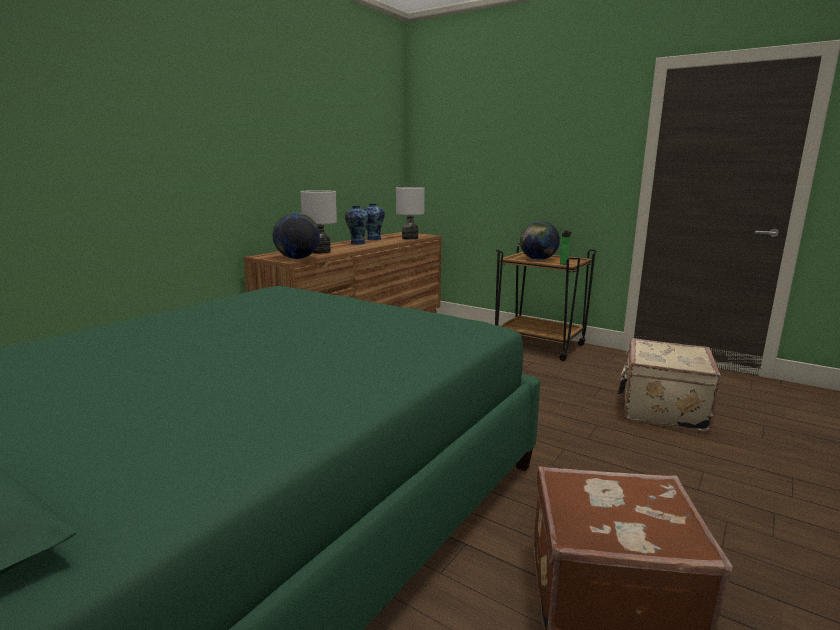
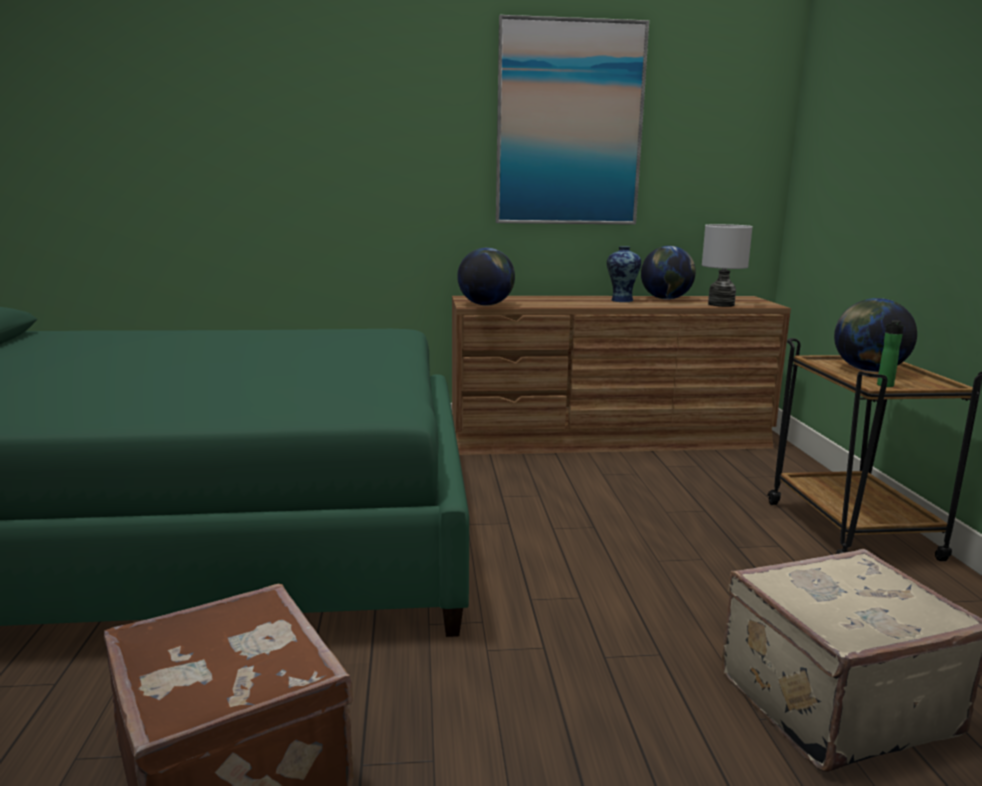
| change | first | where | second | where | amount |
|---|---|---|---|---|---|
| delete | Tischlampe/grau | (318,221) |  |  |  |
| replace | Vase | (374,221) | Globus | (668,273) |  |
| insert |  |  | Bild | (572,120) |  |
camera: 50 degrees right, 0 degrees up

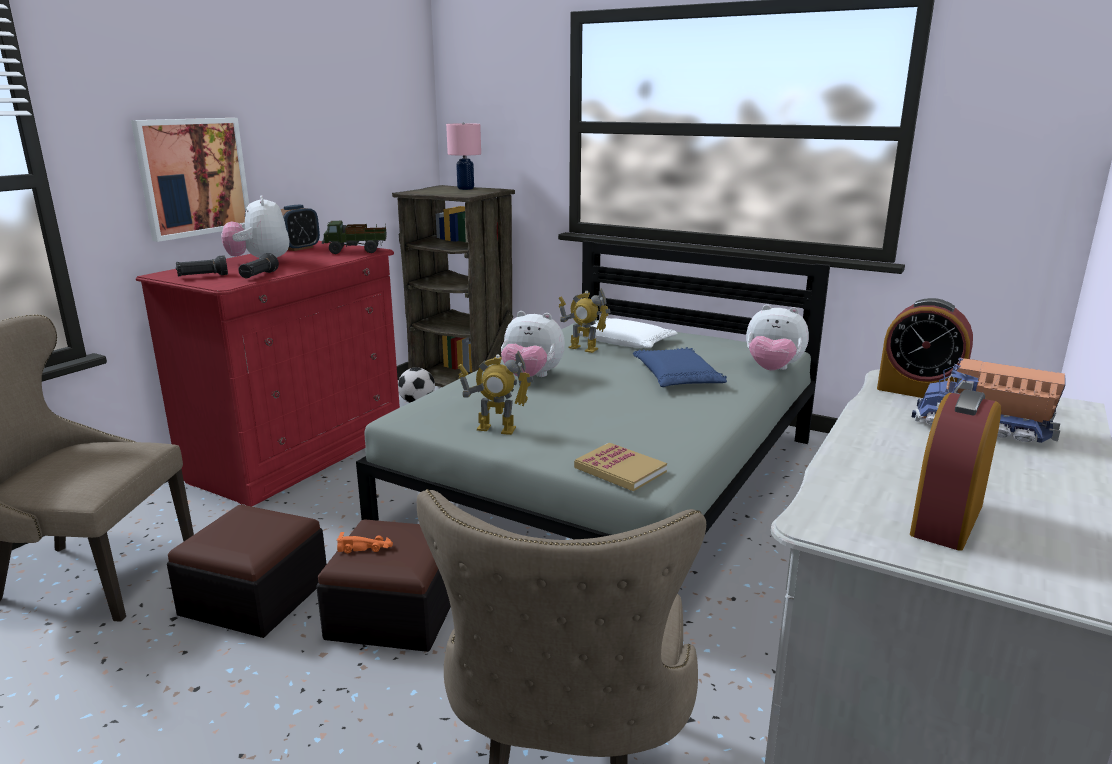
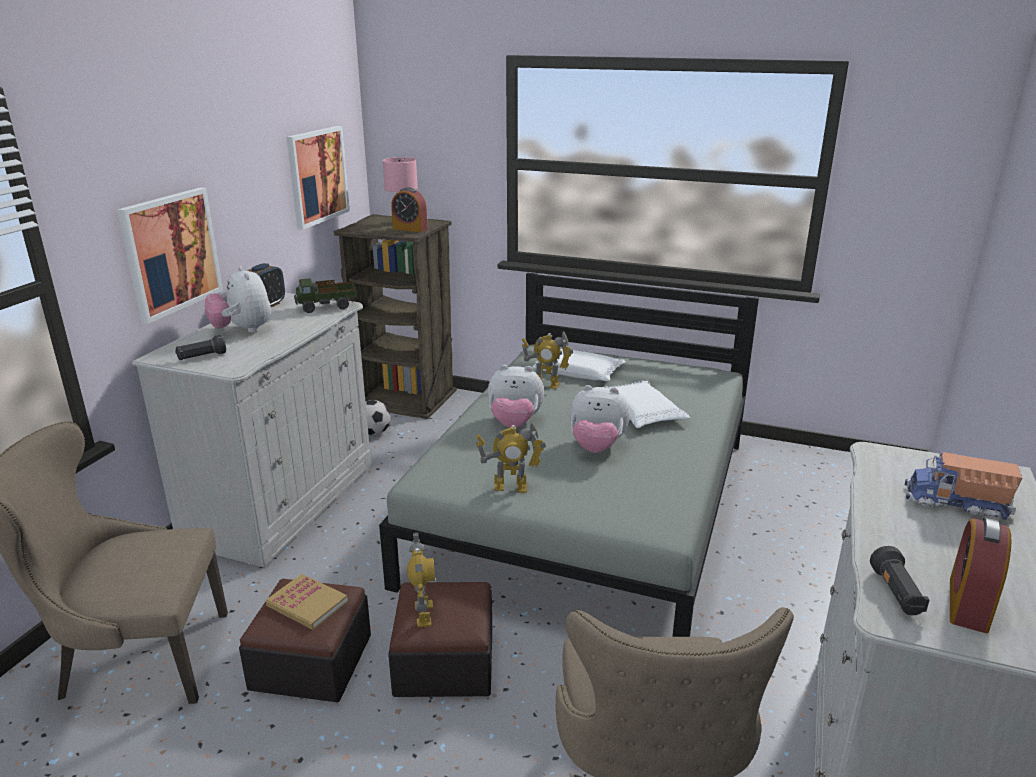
| change | first | where | second | where | amount |
|---|---|---|---|---|---|
| recolor | Kommode/rot | (268,374) | Kommode/weiß | (251,430) |  |
| move | Taschenlampe/schwarz | (258,265) |  | (899,580) |  |
| move | Wecker | (925,348) |  | (409,209) |  |
| move | Plüschtier | (777,337) |  | (600,419) |  |
| recolor | Kissen/blau | (680,367) | Kissen/weiß | (647,404) |  |
| move | Buch | (620,467) |  | (307,602) |  |
| replace | Spielzeugauto/orange | (365,542) | Spielzeugroboter | (421,580) |  |
| insert |  |  | Bild | (318,178) |  |
camera: 10 degrees left, 5 degrees up

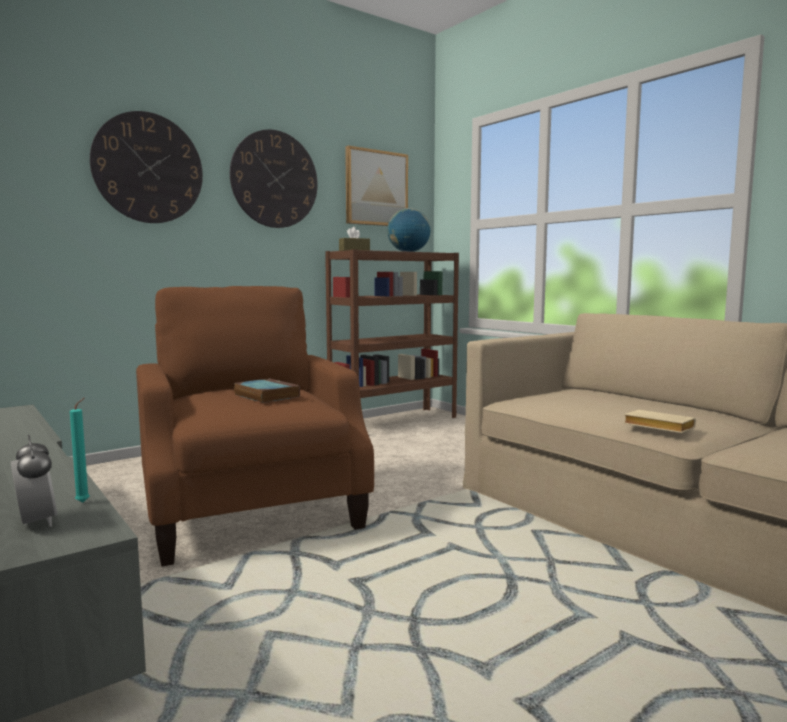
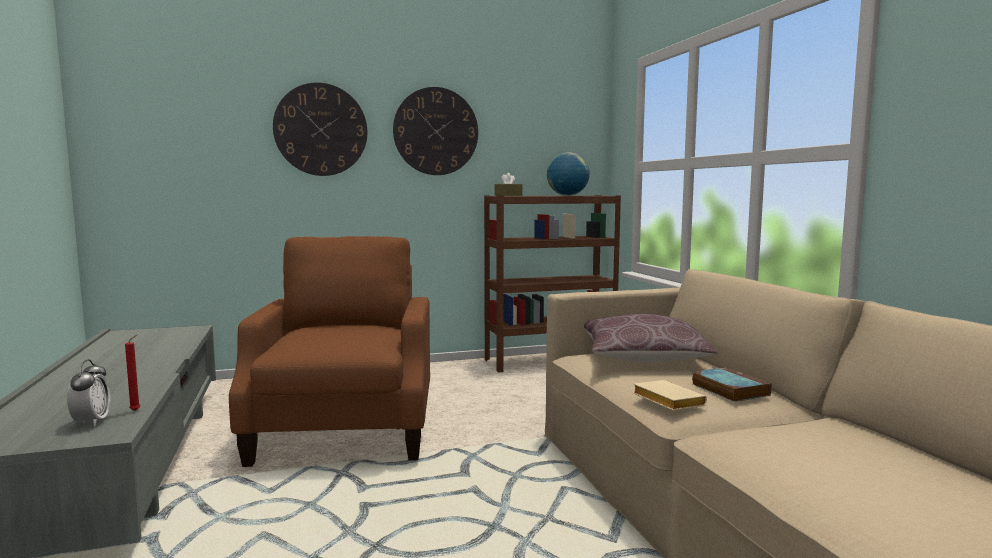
| change | first | where | second | where | amount |
|---|---|---|---|---|---|
| delete | Bild | (376,186) |  |  |  |
| move | Buch | (267,390) |  | (732,384) |  |
| recolor | Kerze/türkis | (79,450) | Kerze/rot | (132,372) |  |
| insert |  |  | Kissen/braun | (650,338) |  |
camera: 20 degrees right, 0 degrees up

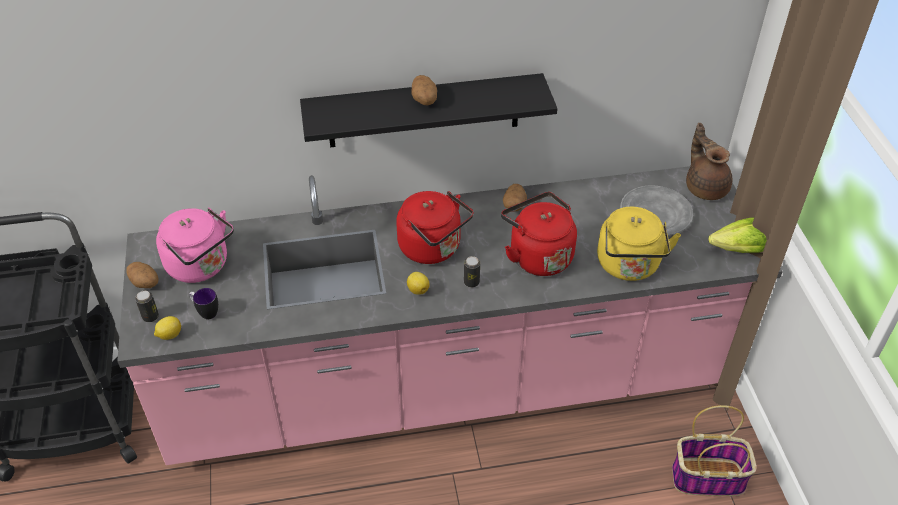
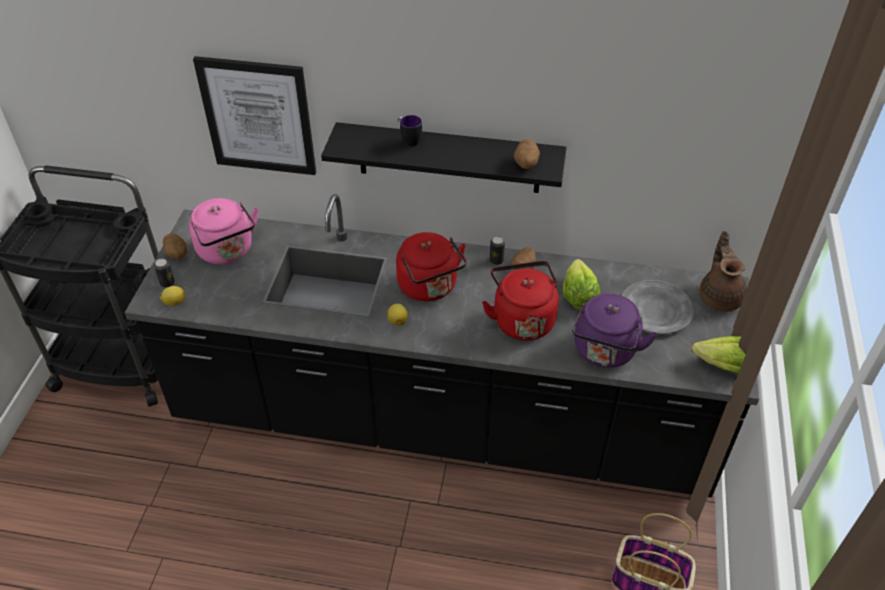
| change | first | where | second | where | amount |
|---|---|---|---|---|---|
| move | Kartoffel | (424,90) |  | (527,154) |  |
| recolor | Küchenzeile/rosa | (450,315) | Küchenzeile/schwarz | (442,346) |  |
| recolor | Wasserkessel/gelb | (639,244) | Wasserkessel/lila | (615,330) |  |
| move | Dose | (472,271) |  | (497,250) |  |
| move | Henkelbecher | (203,303) |  | (410,131) |  |
| insert |  |  | Bild | (254,115) |  |
| insert |  |  | Salatkopf | (581,284) |  |
camera: 20 degrees right, 0 degrees up

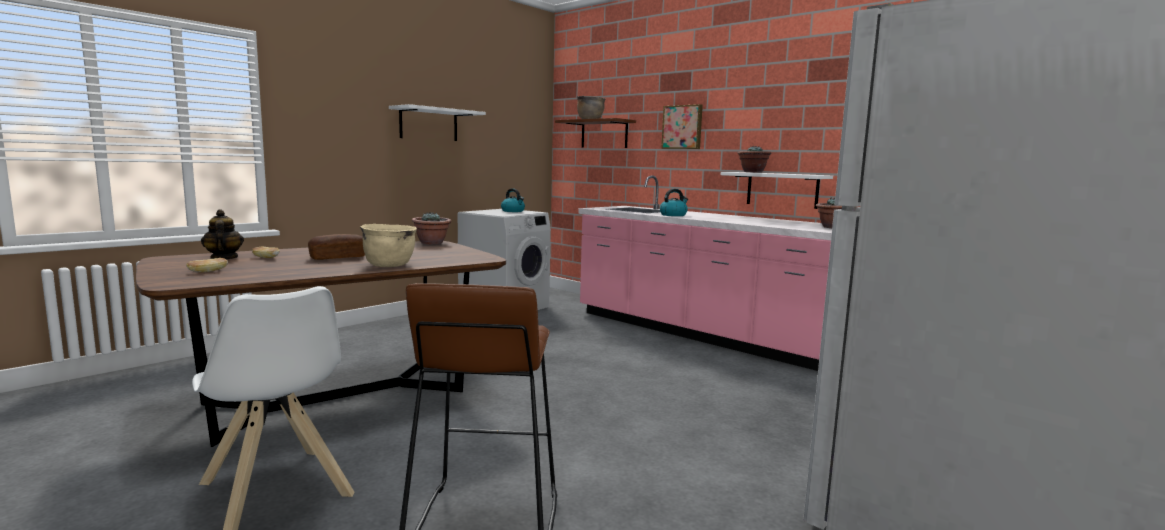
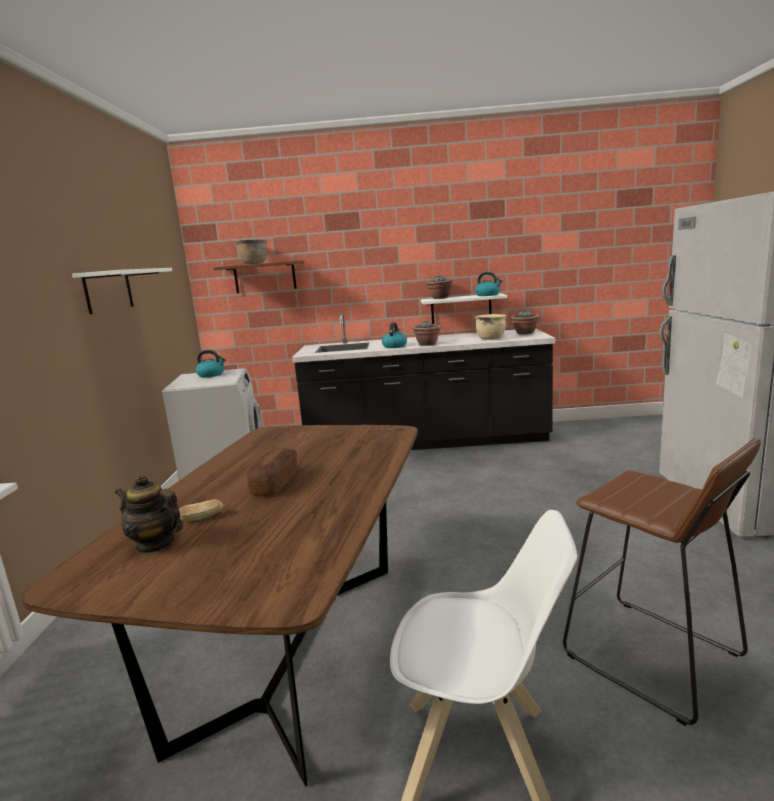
| change | first | where | second | where | amount |
|---|---|---|---|---|---|
| delete | Bild | (682,126) |  |  |  |
| recolor | Küchenzeile/rosa | (705,273) | Küchenzeile/schwarz | (423,381) |  |
| move | Topfpflanze | (432,228) |  | (426,333) |  |
| move | Kochtopf/beige | (388,245) |  | (490,327) |  |
| delete | Brot | (207,265) |  |  |  |
| insert |  |  | Wasserkessel | (488,284) |  |
camera: 40 degrees left, 5 degrees up

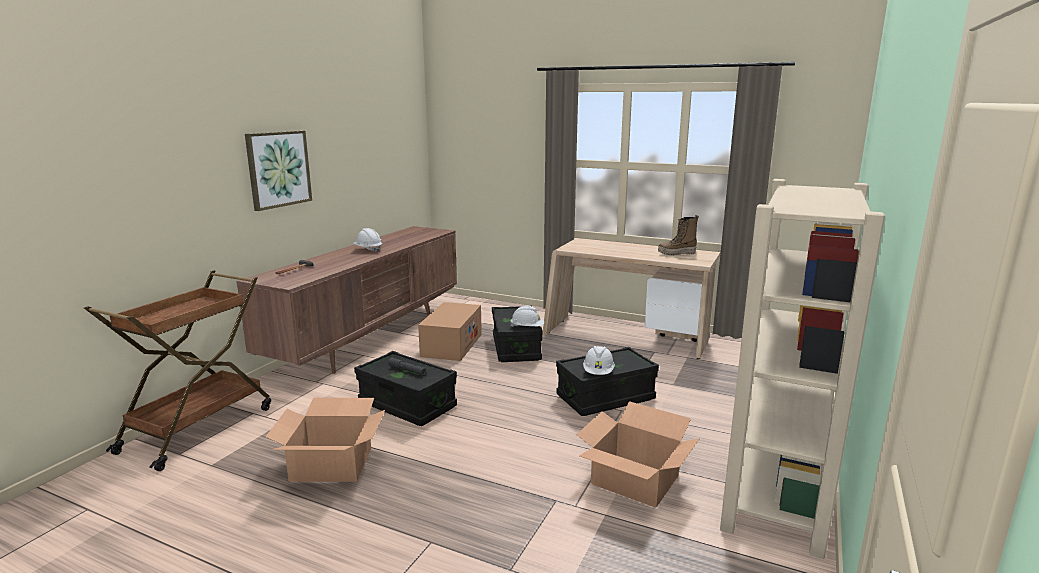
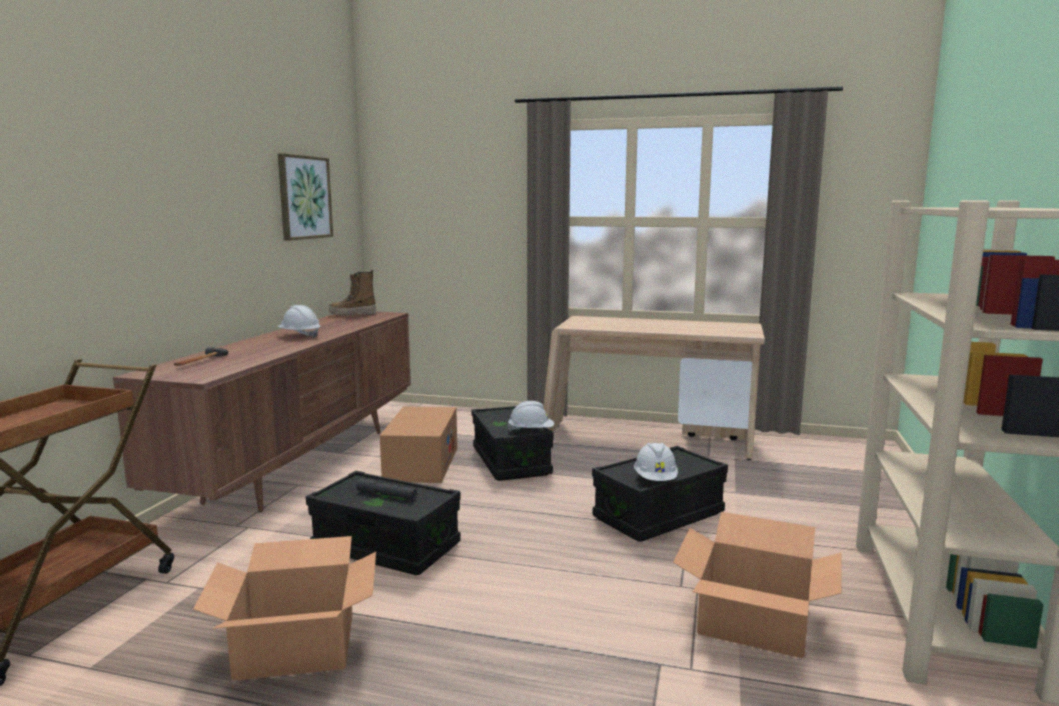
| change | first | where | second | where | amount |
|---|---|---|---|---|---|
| move | Bild | (278,170) |  | (305,197) |  |
| move | Stiefel | (678,235) |  | (352,292) |  |
camera: 10 degrees left, 5 degrees down

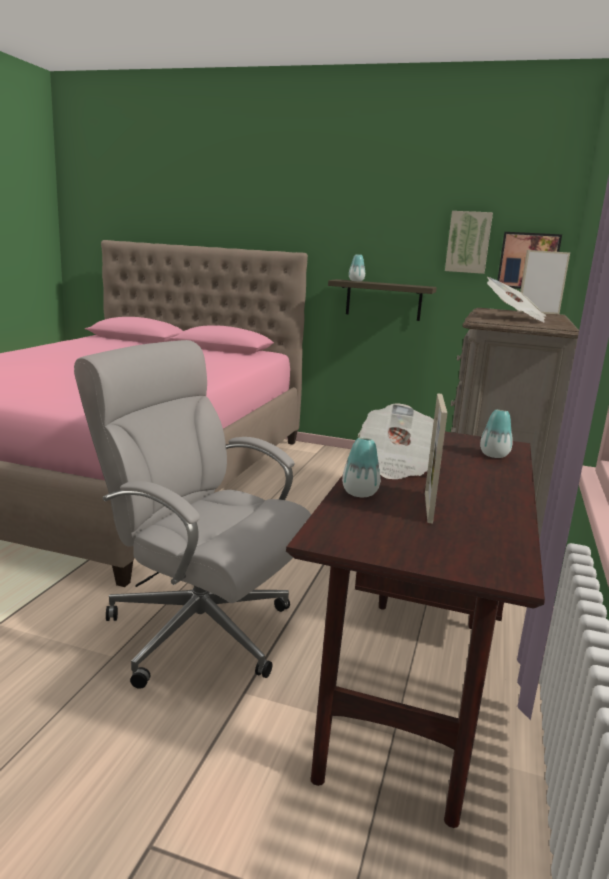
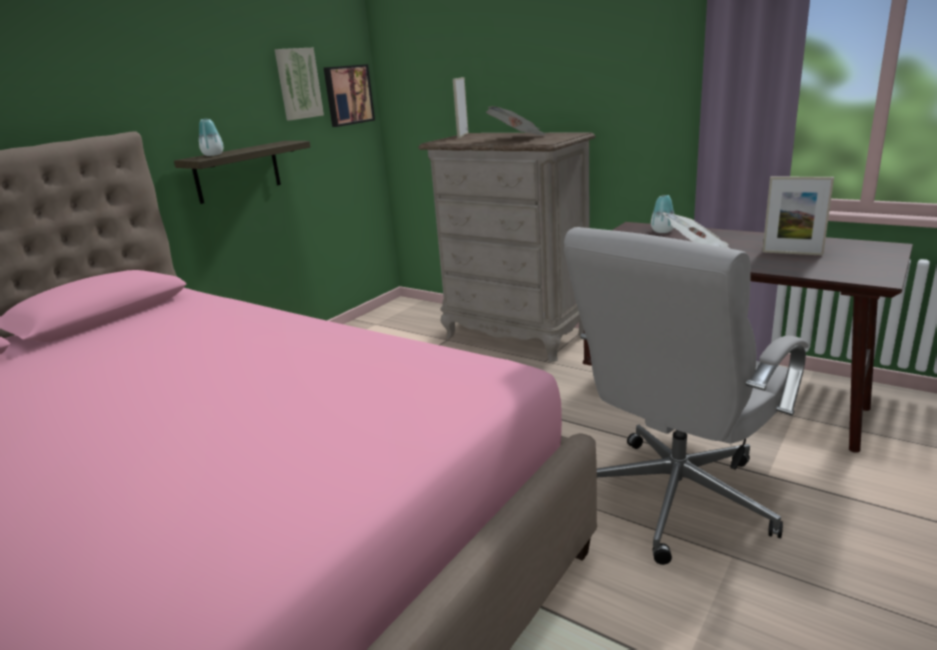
| change | first | where | second | where | amount |
|---|---|---|---|---|---|
| delete | Vase | (361,467) |  |  |  |
camera: 70 degrees left, 5 degrees up

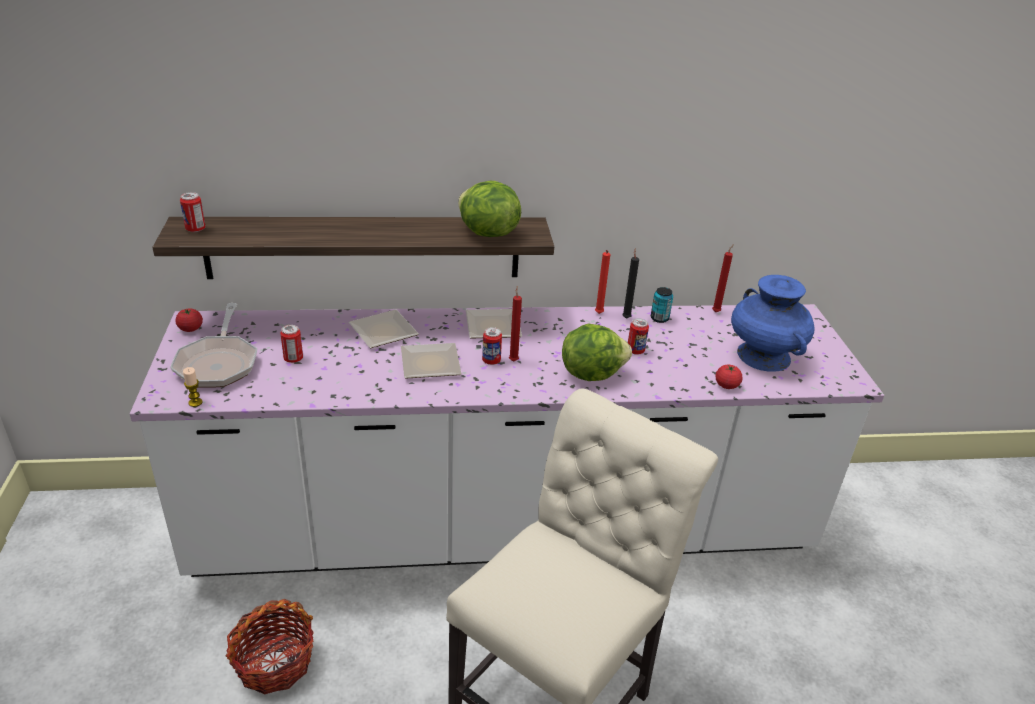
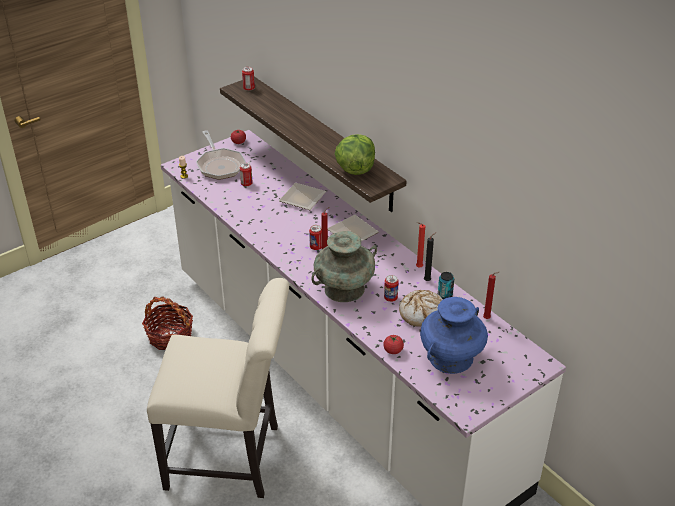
| change | first | where | second | where | amount |
|---|---|---|---|---|---|
| rotate | Pfanne | (213,345) |  | (221,155) | 75 degrees counterclockwise |
| replace | Salatkopf | (597,352) | Vase/türkis | (344,266) |  |
| delete | Teller | (431,361) |  |  |  |
| insert |  |  | Brot | (421,308) |  |
camera: 60 degrees right, 5 degrees up

